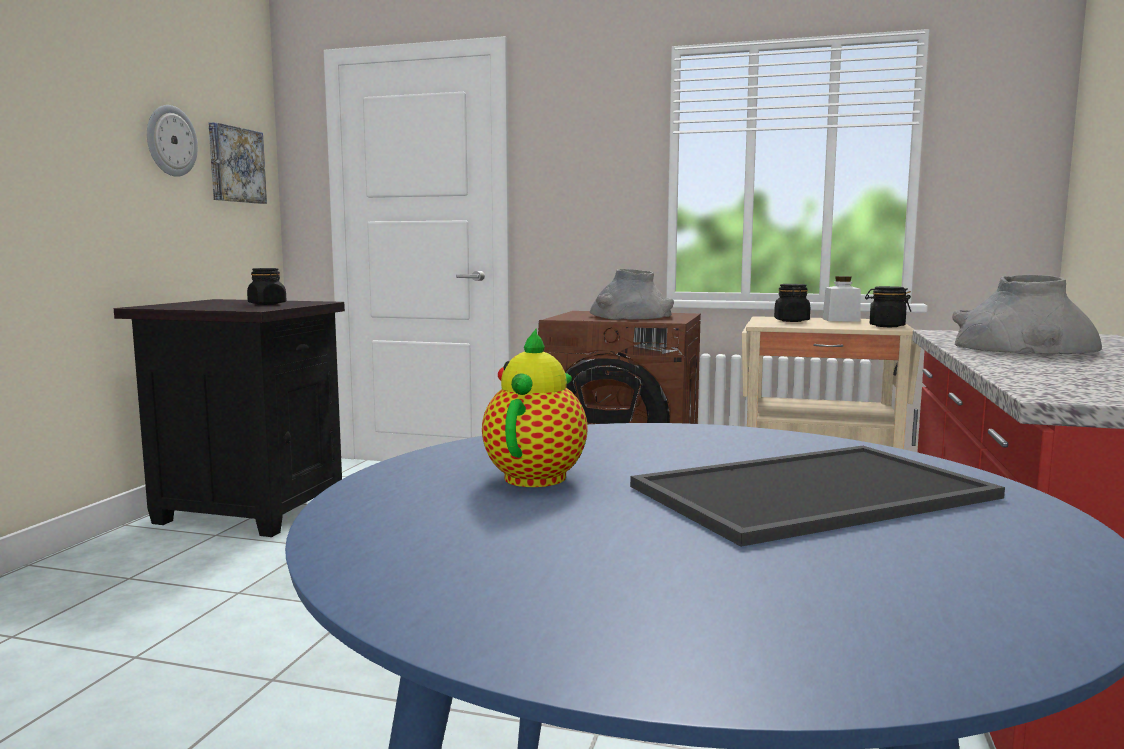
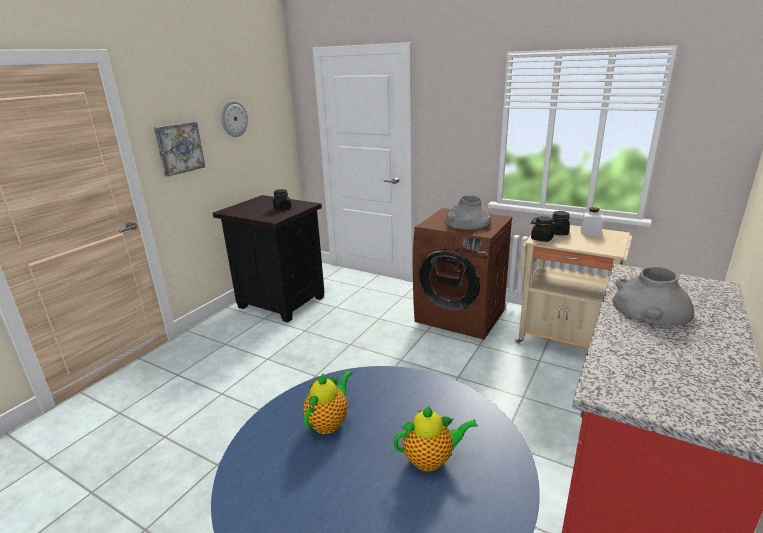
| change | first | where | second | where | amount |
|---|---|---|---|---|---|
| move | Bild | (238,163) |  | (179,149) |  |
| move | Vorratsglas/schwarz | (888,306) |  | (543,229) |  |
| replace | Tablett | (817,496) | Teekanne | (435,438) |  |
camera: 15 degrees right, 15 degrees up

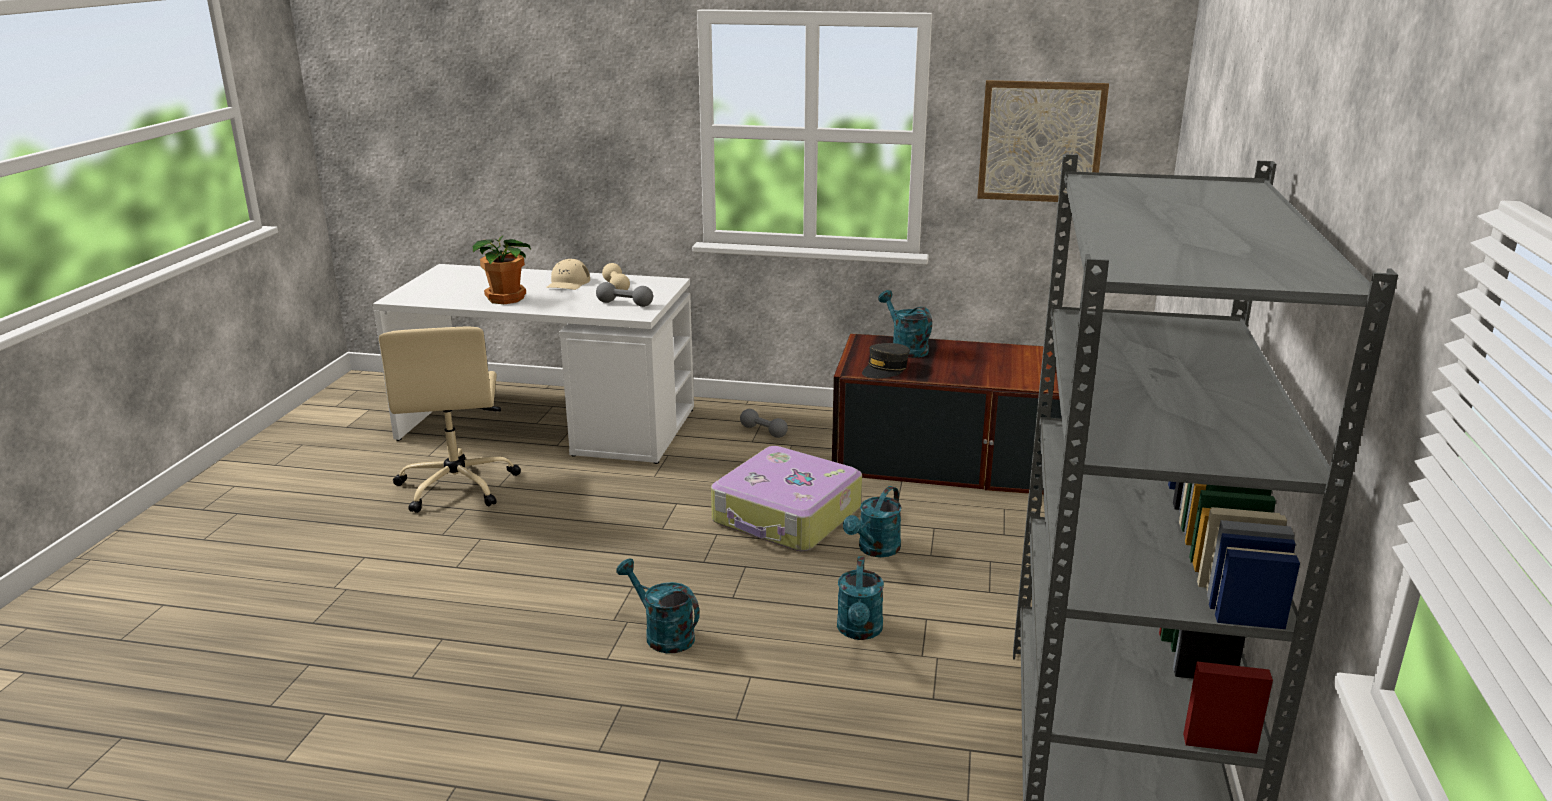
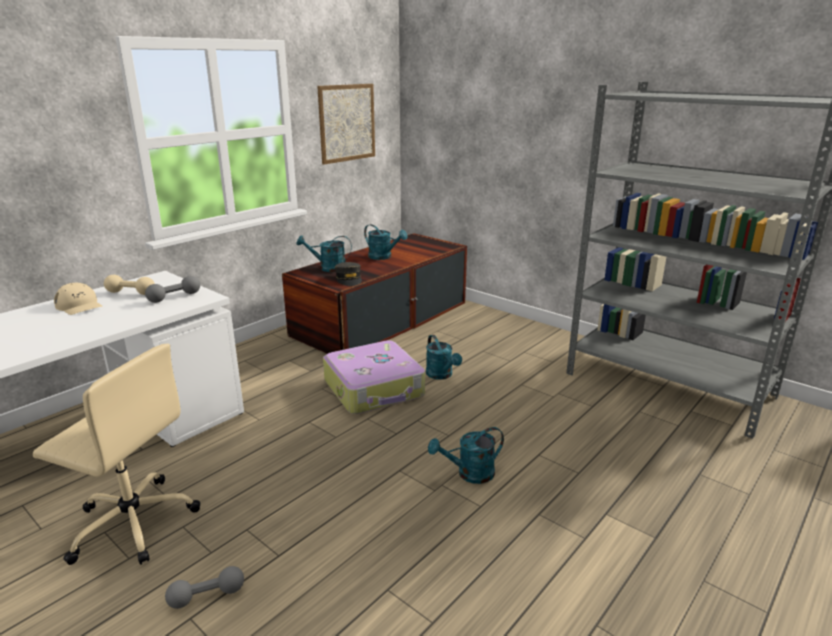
| change | first | where | second | where | amount |
|---|---|---|---|---|---|
| delete | Topfpflanze | (501,270) |  |  |  |
| move | Hantel/grau | (764,423) |  | (204,587) |  |
| move | Gießkanne/türkis | (860,598) |  | (385,242) |  |
camera: 60 degrees left, 0 degrees up

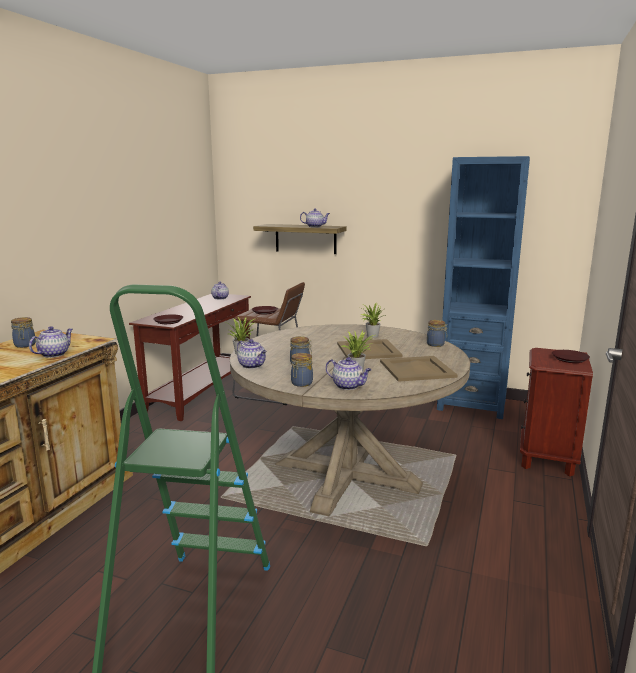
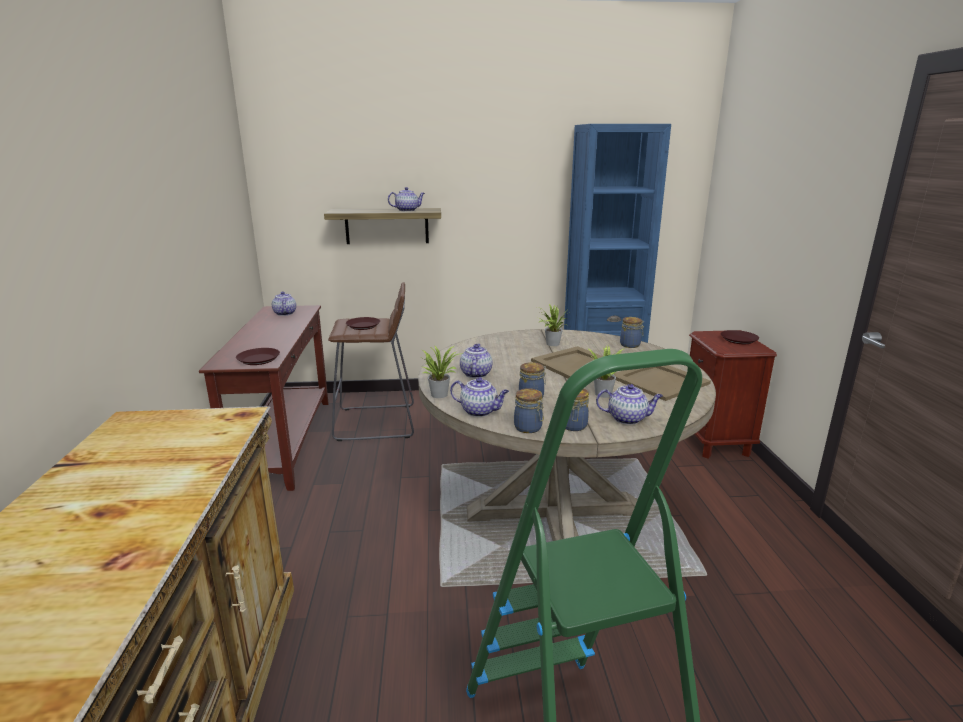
| change | first | where | second | where | amount |
|---|---|---|---|---|---|
| move | Vorratsglas | (23,332) |  | (529,410) |  |
| move | Teekanne | (50,342) |  | (476,361) |  |
camera: 25 degrees left, 5 degrees up

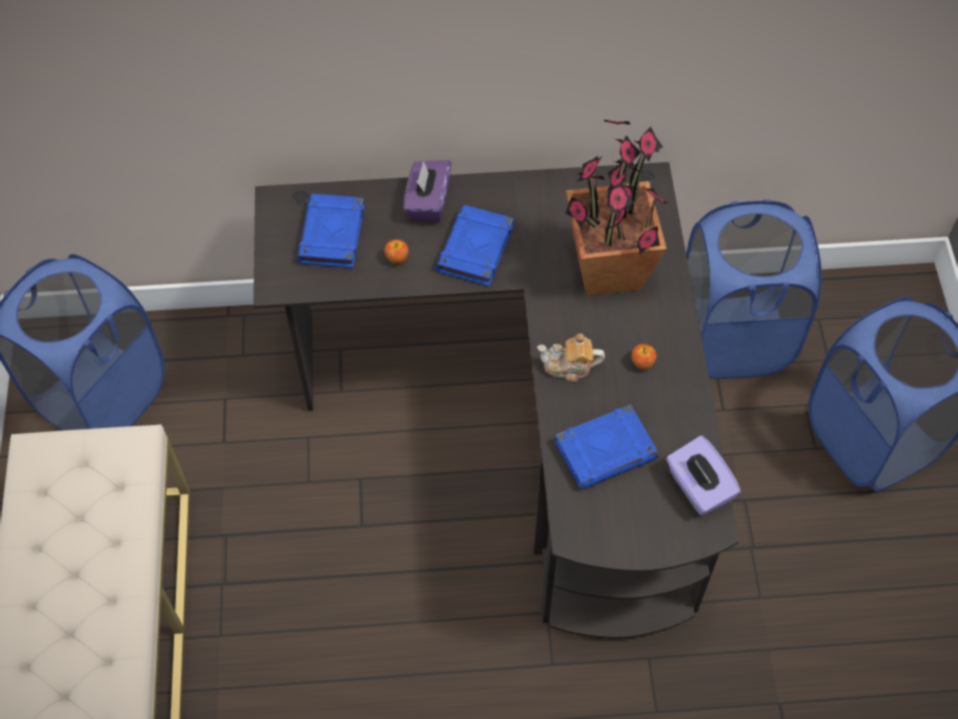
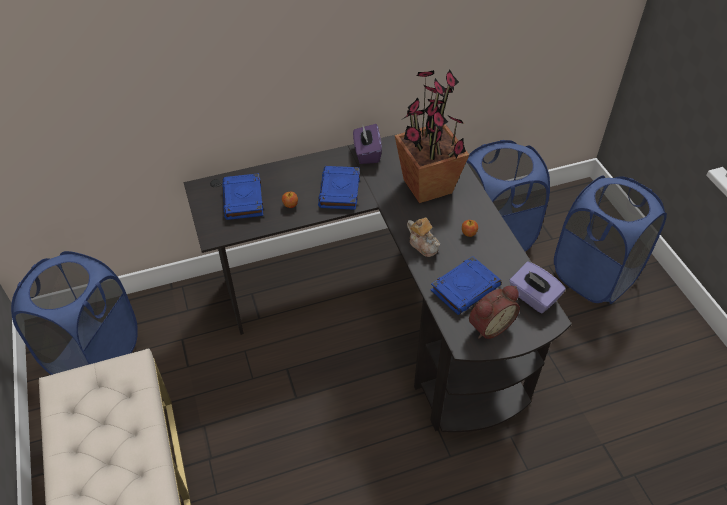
| change | first | where | second | where | amount |
|---|---|---|---|---|---|
| move | Taschentuchbox/lila | (427,191) |  | (367,144) |  |
| rotate | Teekanne | (571,358) |  | (423,237) | 120 degrees counterclockwise |
| insert |  |  | Wecker | (494,312) |  |
camera: 15 degrees left, 10 degrees down

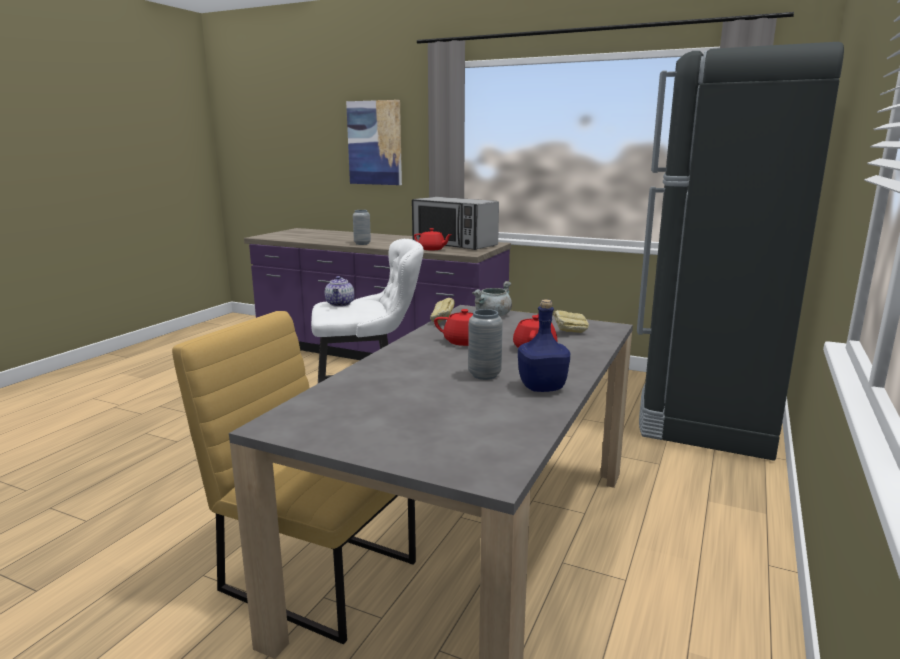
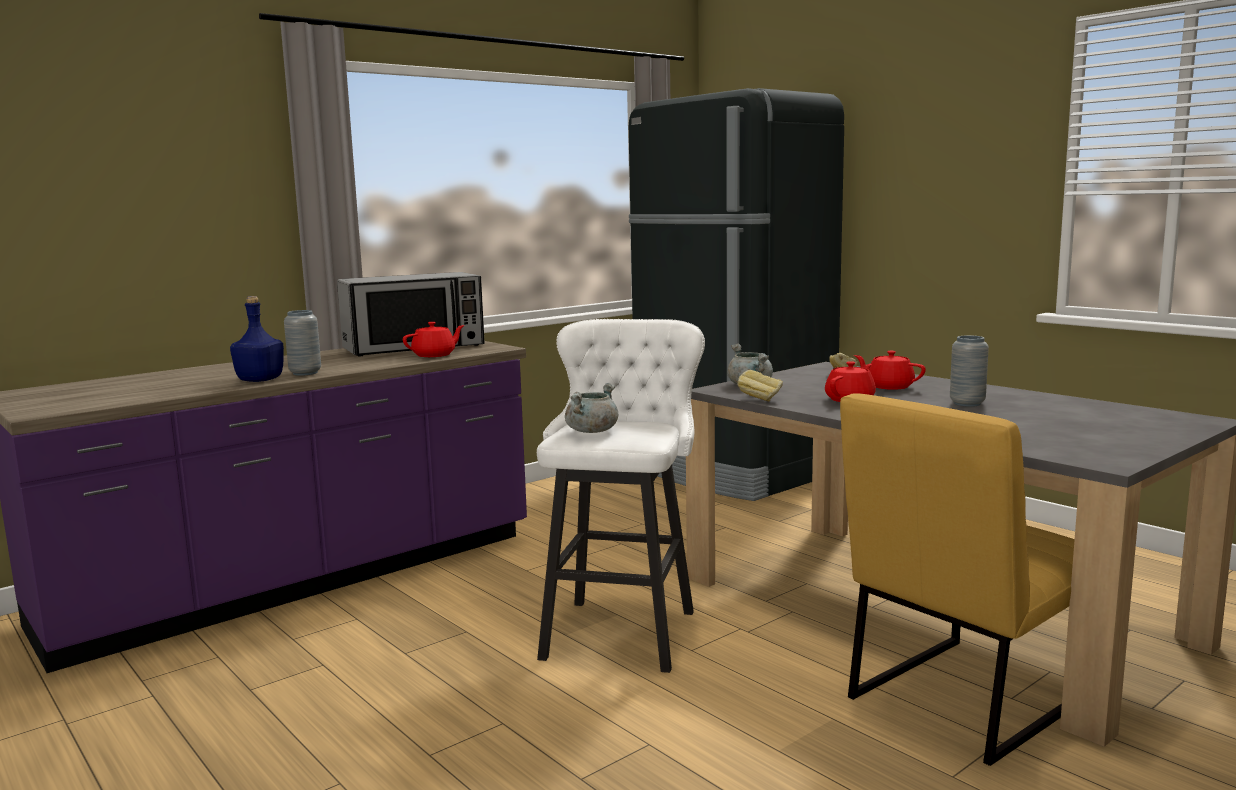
| change | first | where | second | where | amount |
|---|---|---|---|---|---|
| delete | Bild | (374,142) |  |  |  |
| replace | Teekanne | (340,291) | Kochtopf/grau | (591,408) |  |
| move | Flasche/blau | (544,345) |  | (257,339) |  |
camera: 65 degrees left, 5 degrees down

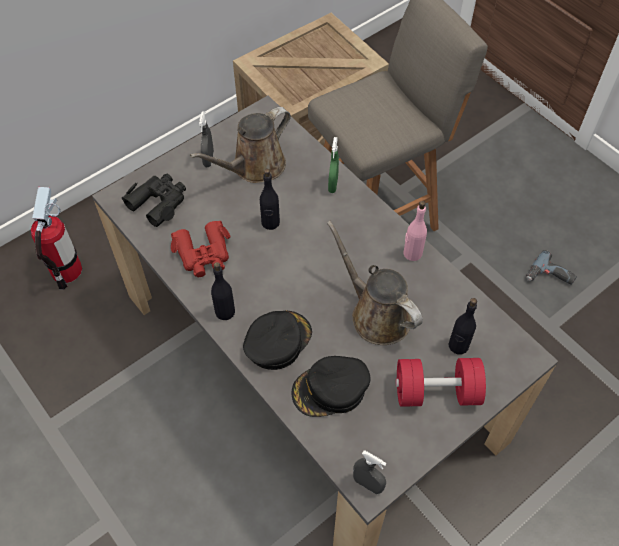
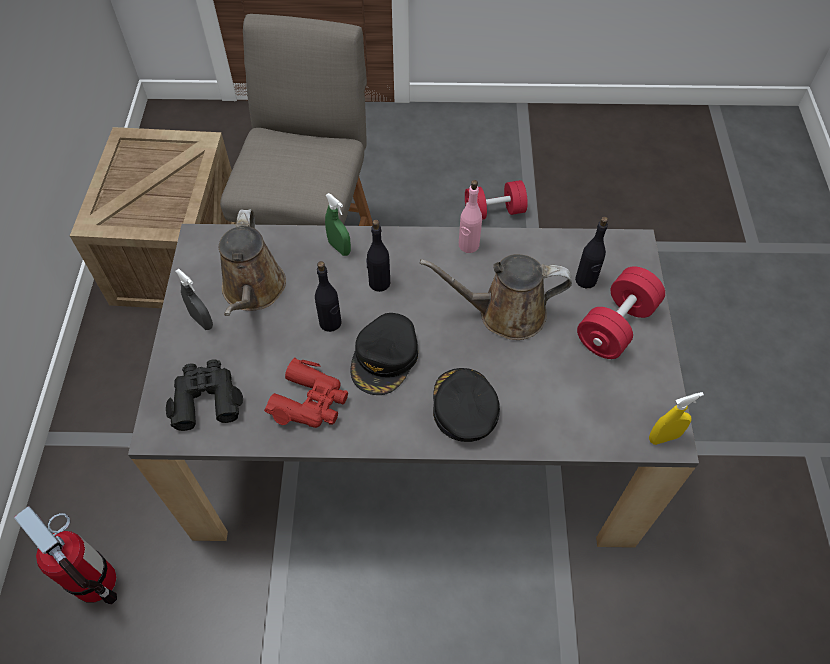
| change | first | where | second | where | amount |
|---|---|---|---|---|---|
| replace | Bohrmaschine | (551,267) | Hantel/rot | (496,200) |  |
| move | Flasche/schwarz | (223,291) |  | (378,256) |  |
| move | Kappe/schwarz | (331,386) |  | (384,354) |  |
| recolor | Sprühflasche/grau | (369,472) | Sprühflasche/gelb | (676,418) |  |
camera: 50 degrees left, 0 degrees up

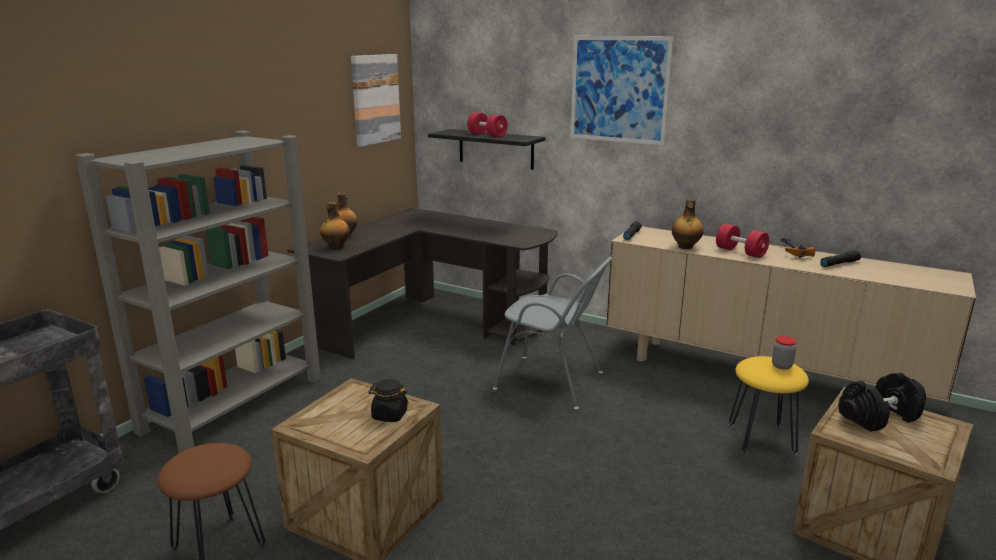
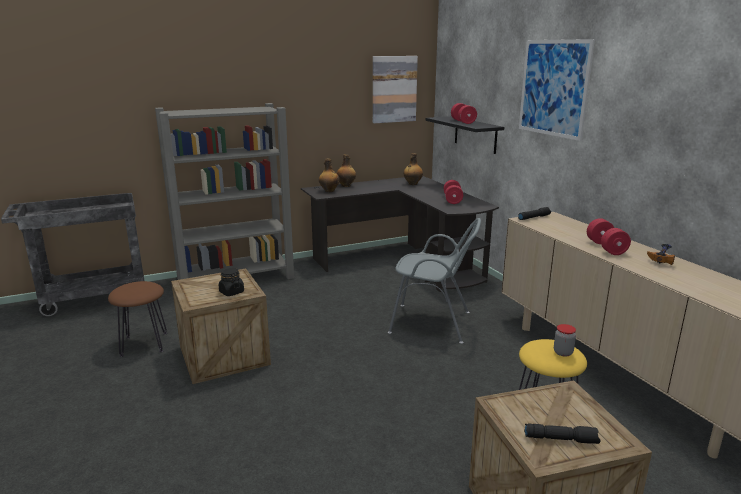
| change | first | where | second | where | amount |
|---|---|---|---|---|---|
| move | Flasche | (687,224) |  | (413,169) |  |
| move | Taschenlampe/schwarz | (840,258) |  | (562,433) |  |
| rotate | Stuhl/grau | (552,333) |  | (434,281) | 45 degrees counterclockwise |
| delete | Hantel/schwarz | (882,402) |  |  |  |
| insert |  |  | Hantel/rot | (453,192) |  |
camera: 35 degrees right, 0 degrees up

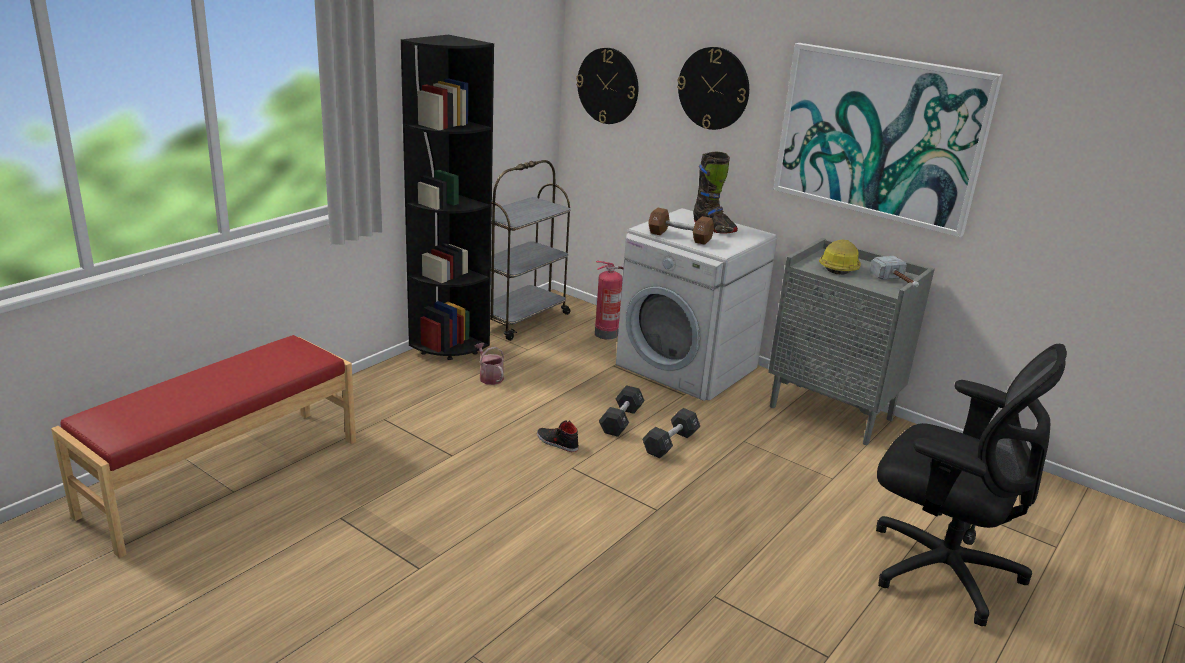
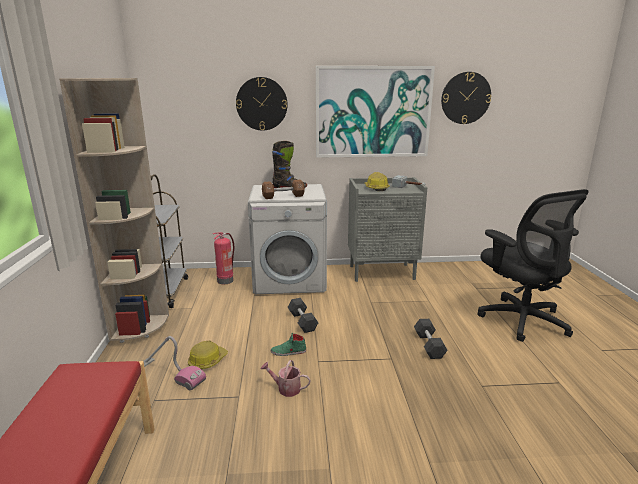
| change | first | where | second | where | amount |
|---|---|---|---|---|---|
| recolor | Bücherregal/schwarz | (447,197) | Bücherregal/beige | (114,210) |  |
| move | Wanduhr | (607,86) |  | (466,98) |  |
| move | Gießkanne | (489,364) |  | (286,378) |  |
| rotate | Bürostuhl/schwarz | (971,485) |  | (533,265) | 75 degrees clockwise |
| move | Hantel/schwarz | (671,433) |  | (431,339) |  |
| recolor | Schuh/schwarz | (558,436) | Schuh/grün | (288,344) |  |
| insert |  |  | Staubsauger | (175,363) |  |
| insert |  |  | Schutzhelm | (208,355) |  |
camera: 40 degrees left, 5 degrees down

